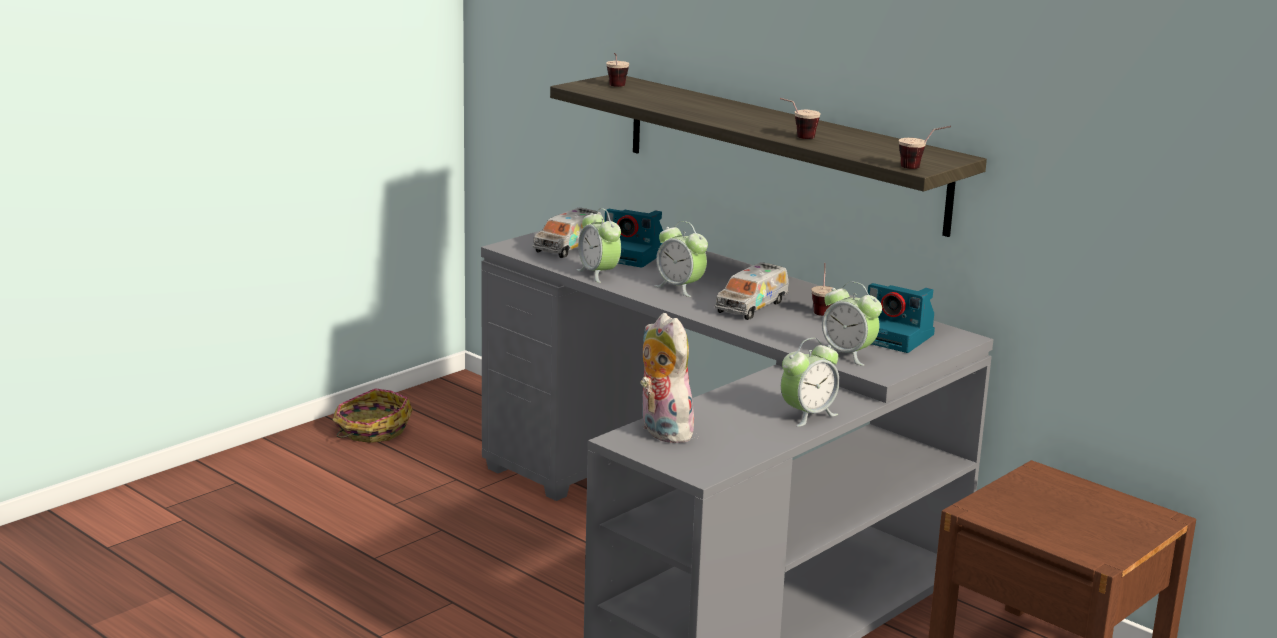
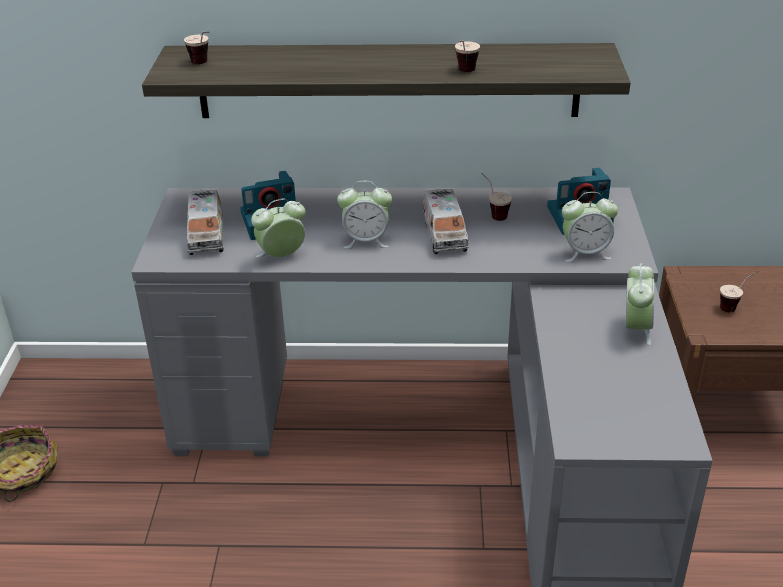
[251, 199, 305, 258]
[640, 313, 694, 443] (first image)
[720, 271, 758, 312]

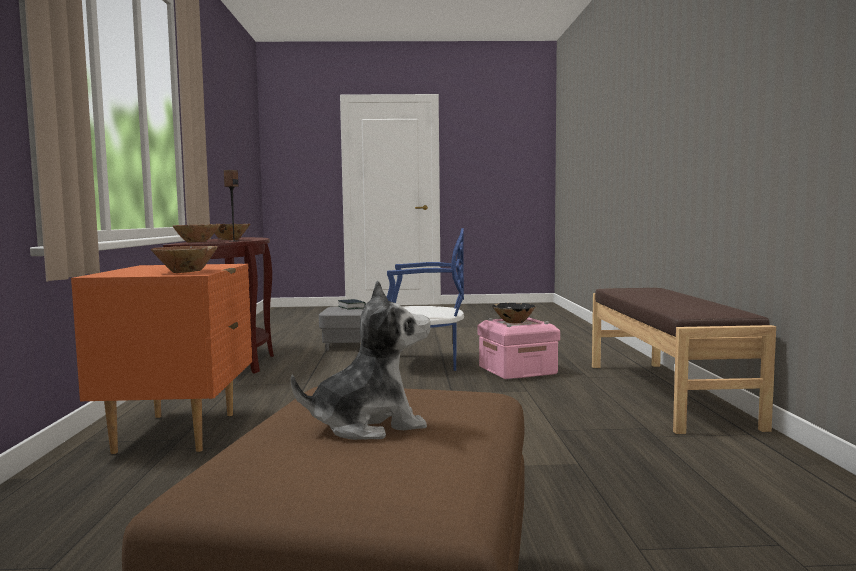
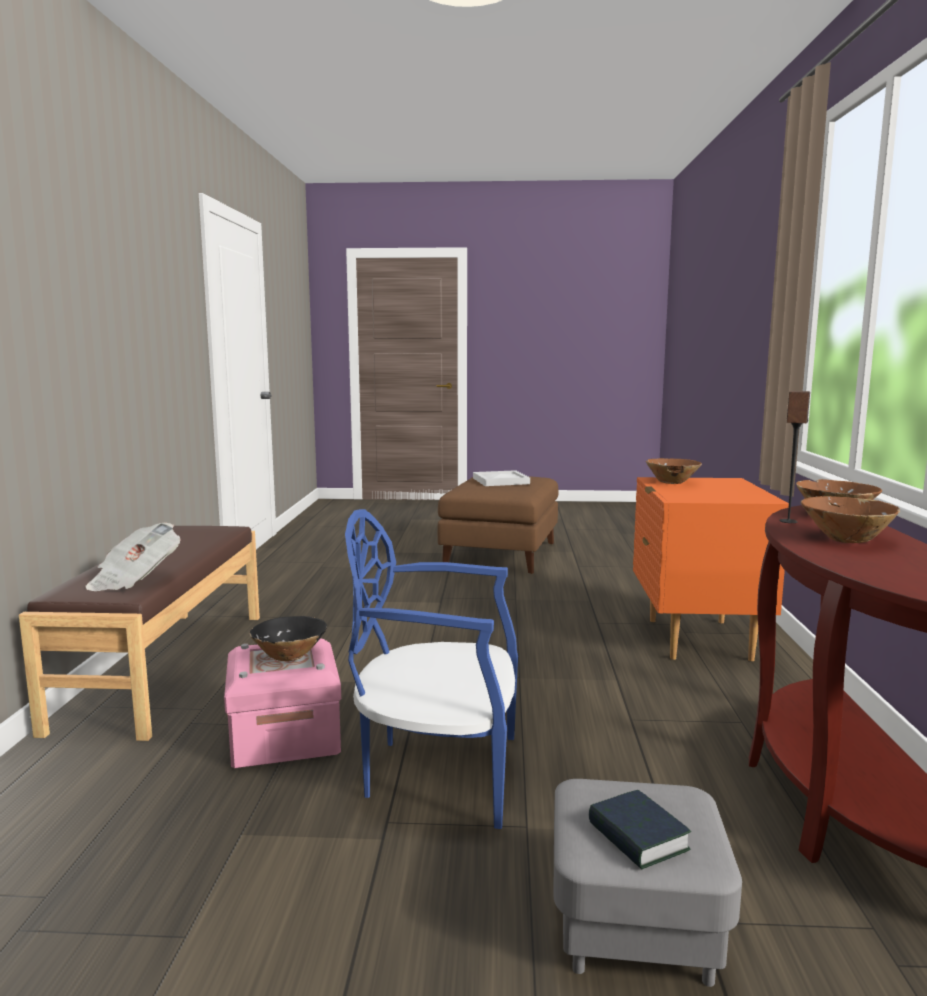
[473, 470, 530, 486]
[85, 523, 181, 591]

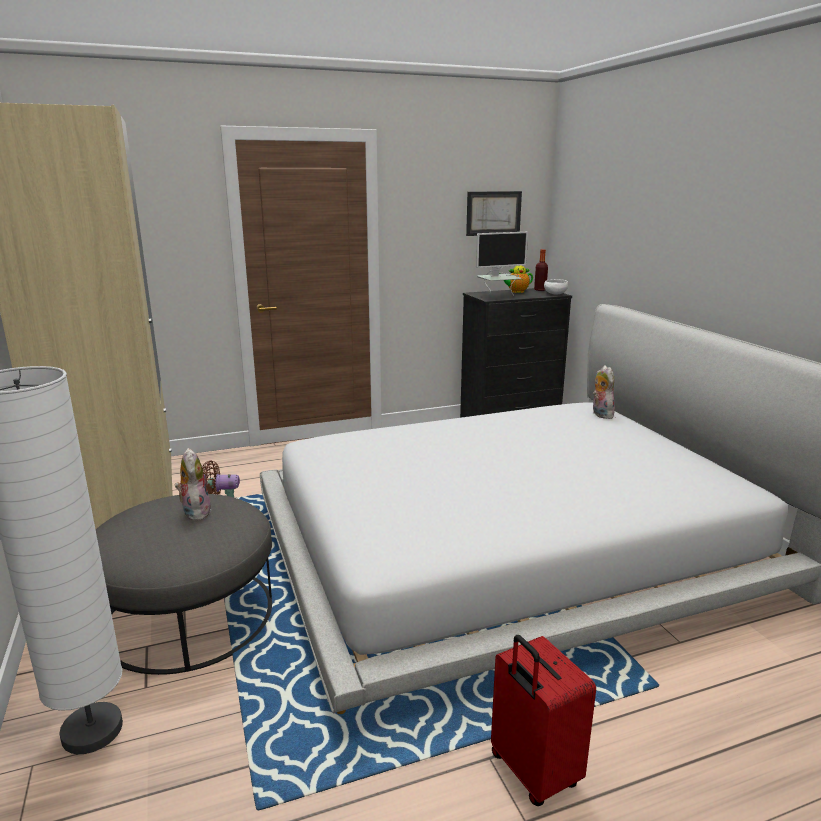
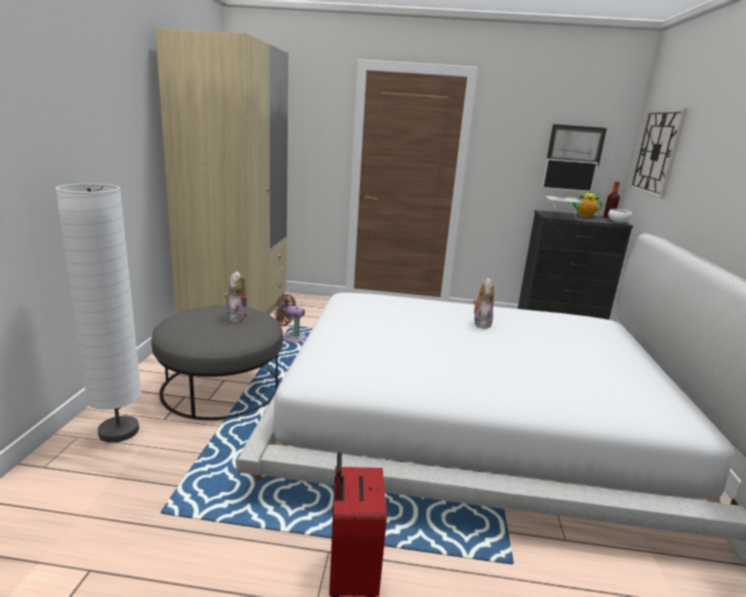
[473, 278, 494, 329]
[629, 108, 688, 199]

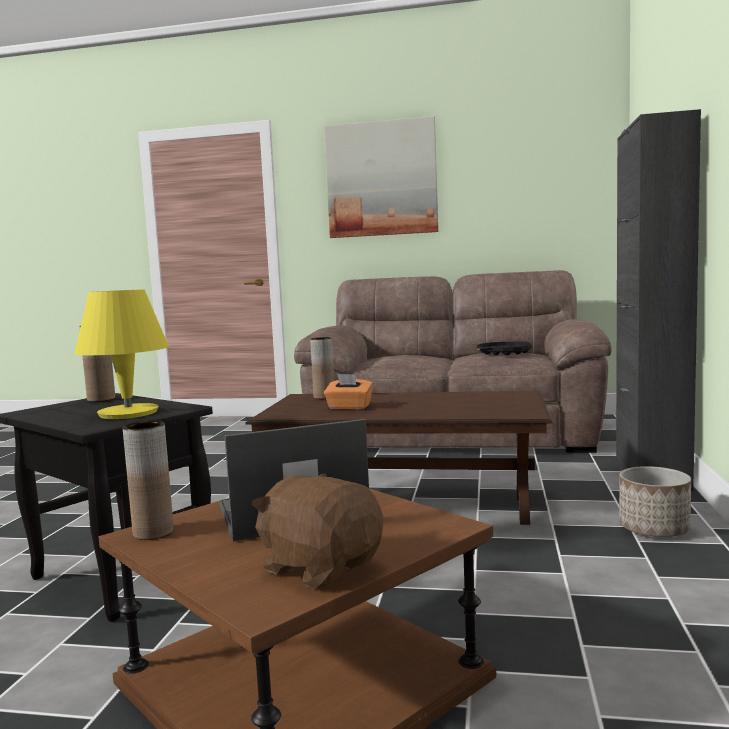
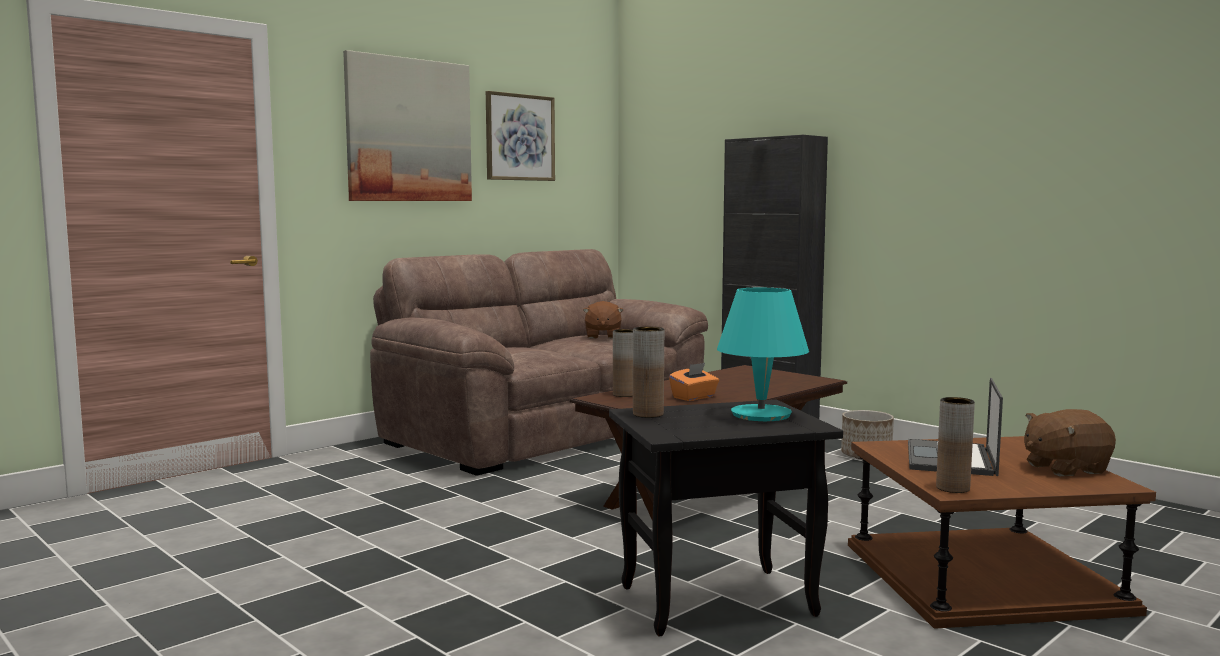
[717, 288, 809, 421]
[583, 301, 623, 339]
[486, 91, 555, 181]

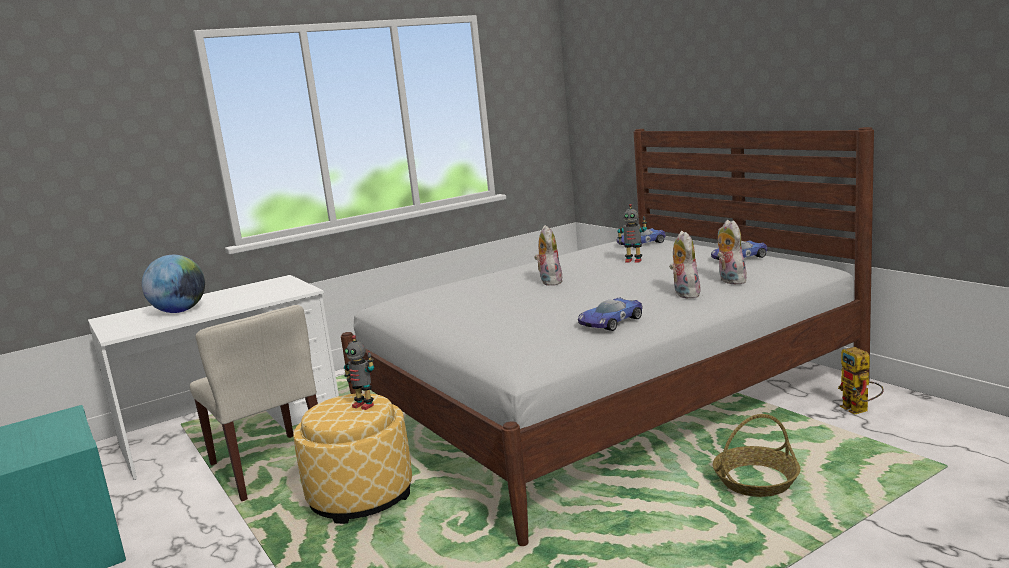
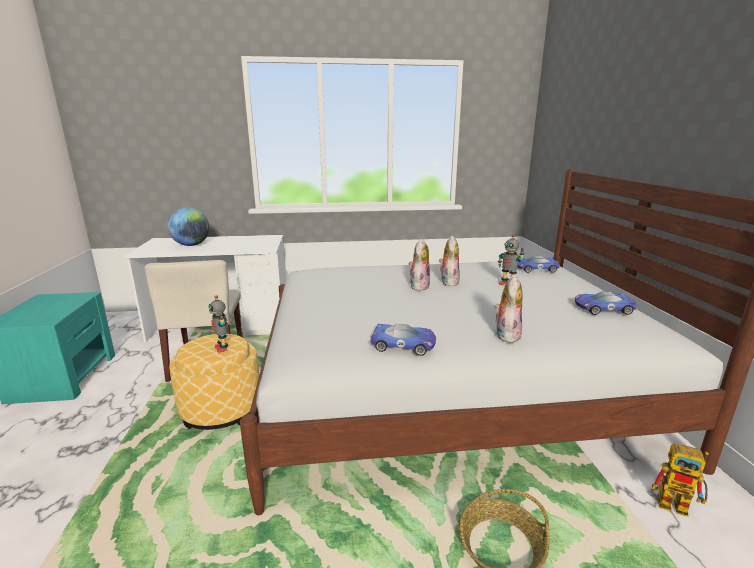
[370, 324, 436, 356]
[439, 236, 460, 286]
[652, 443, 709, 517]

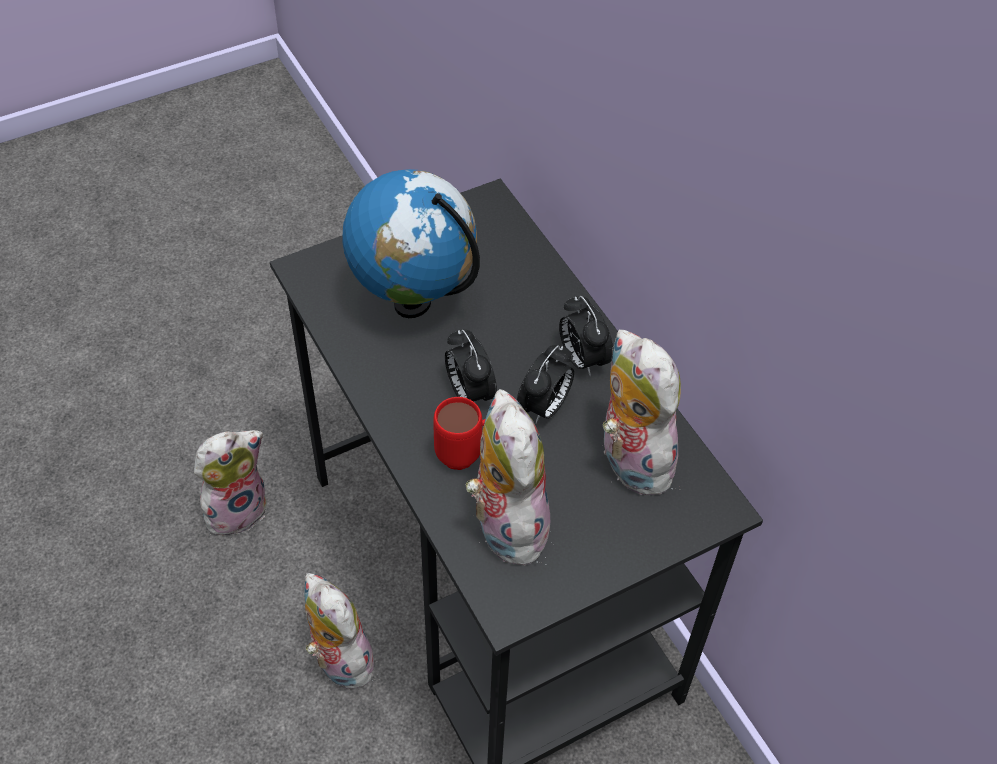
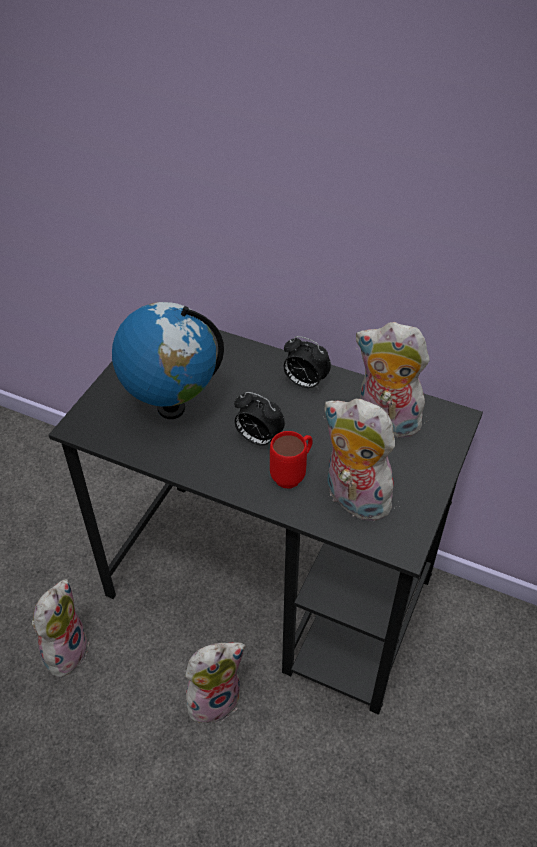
[185, 642, 246, 723]
[517, 345, 574, 423] (first image)

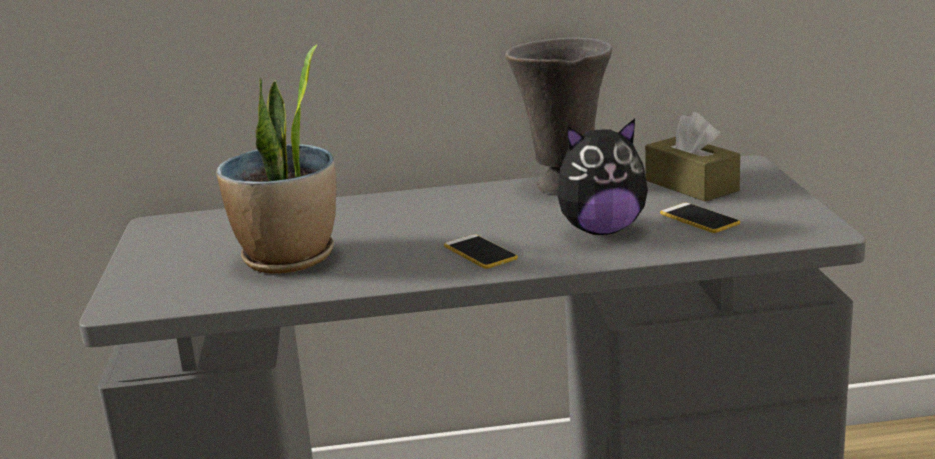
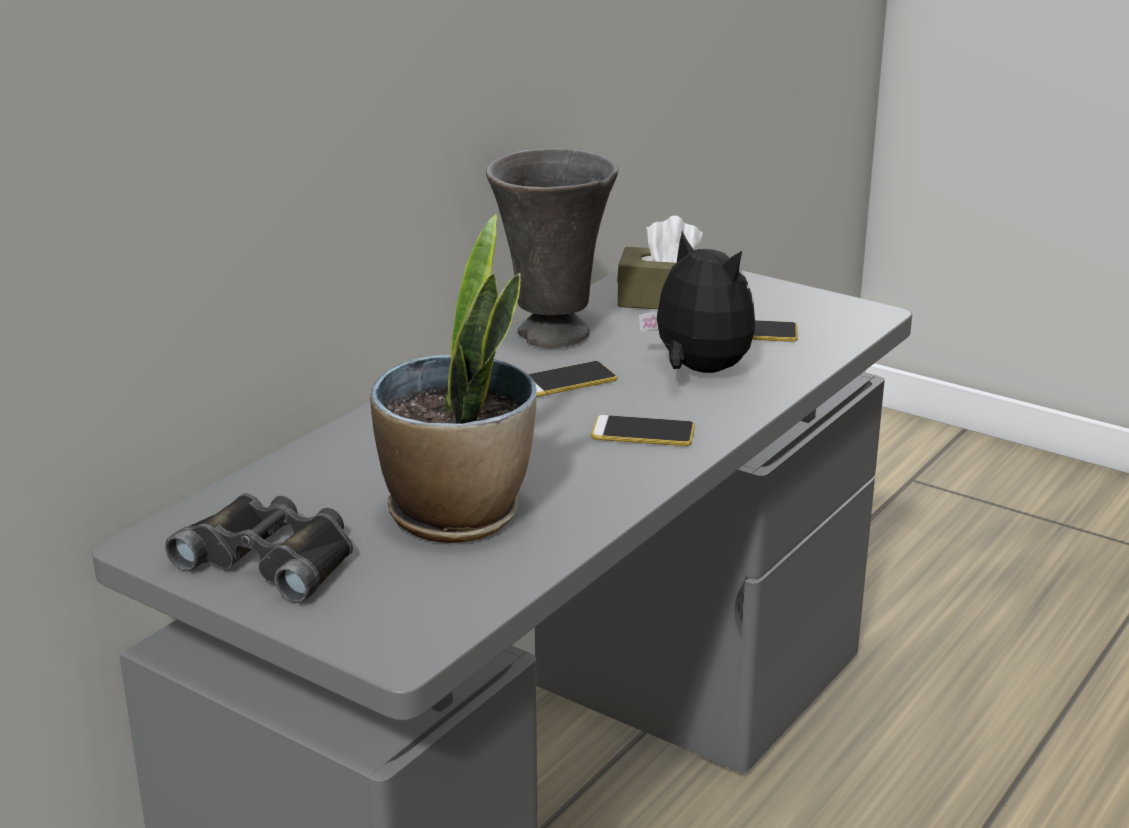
[639, 231, 755, 373]
[165, 493, 353, 603]
[528, 361, 617, 397]

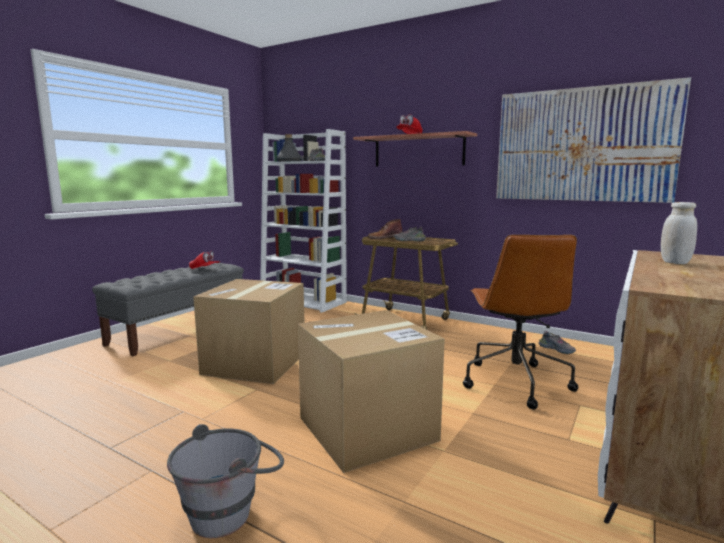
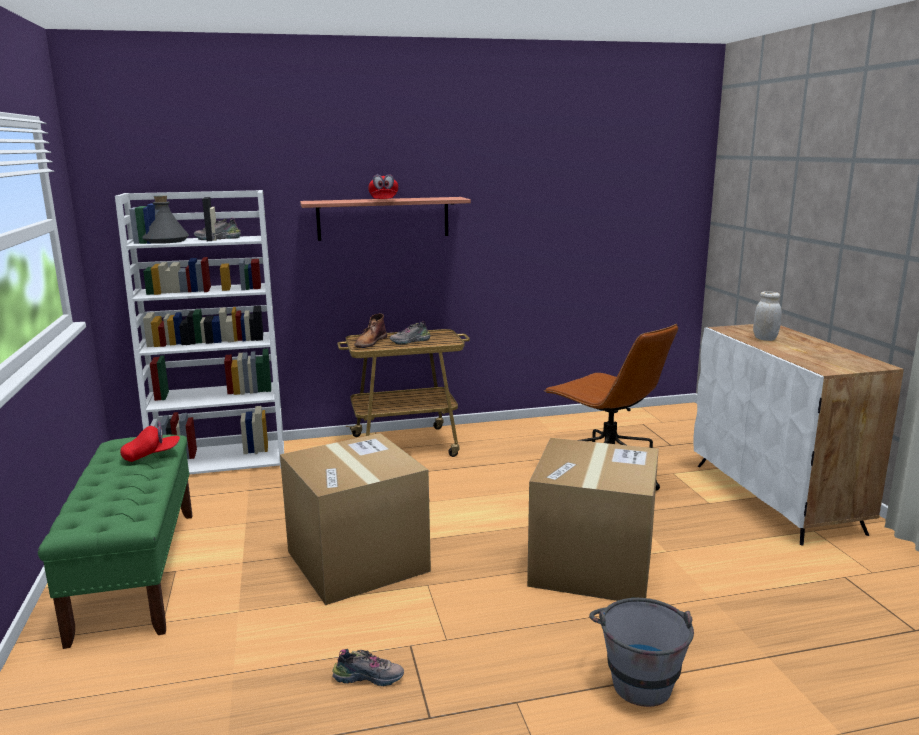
[38, 435, 192, 649]
[496, 77, 691, 203] (first image)
[332, 649, 404, 686]

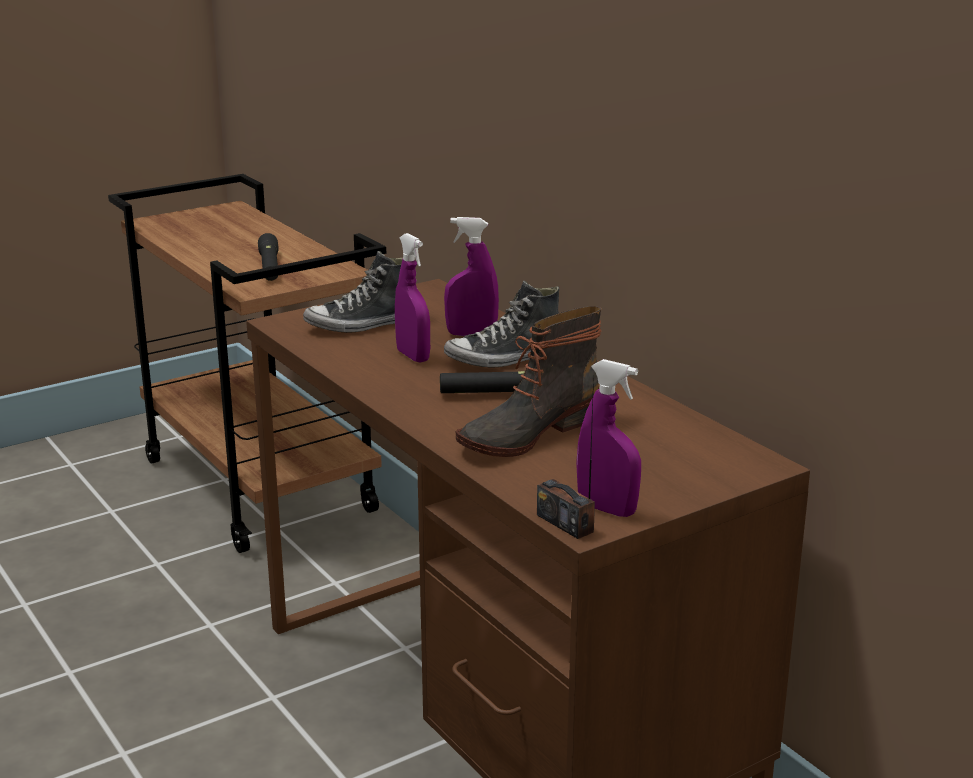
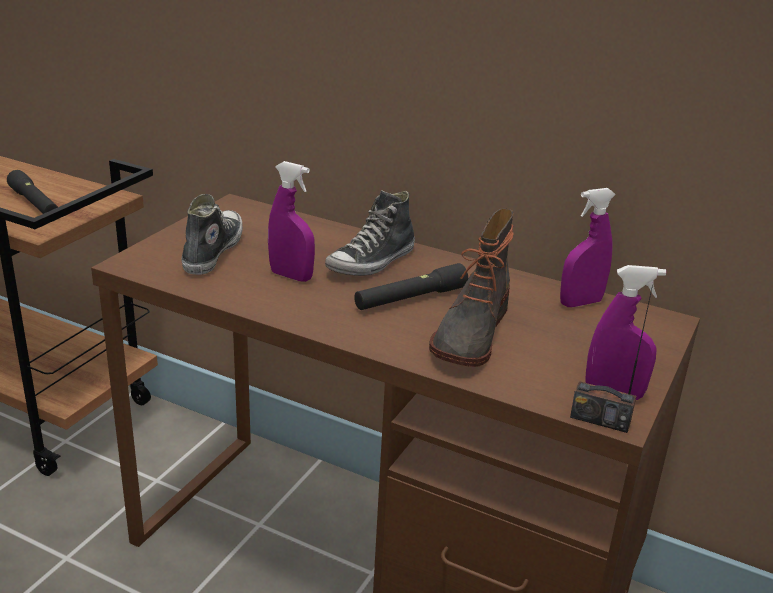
[181, 194, 243, 275]
[560, 188, 616, 307]

